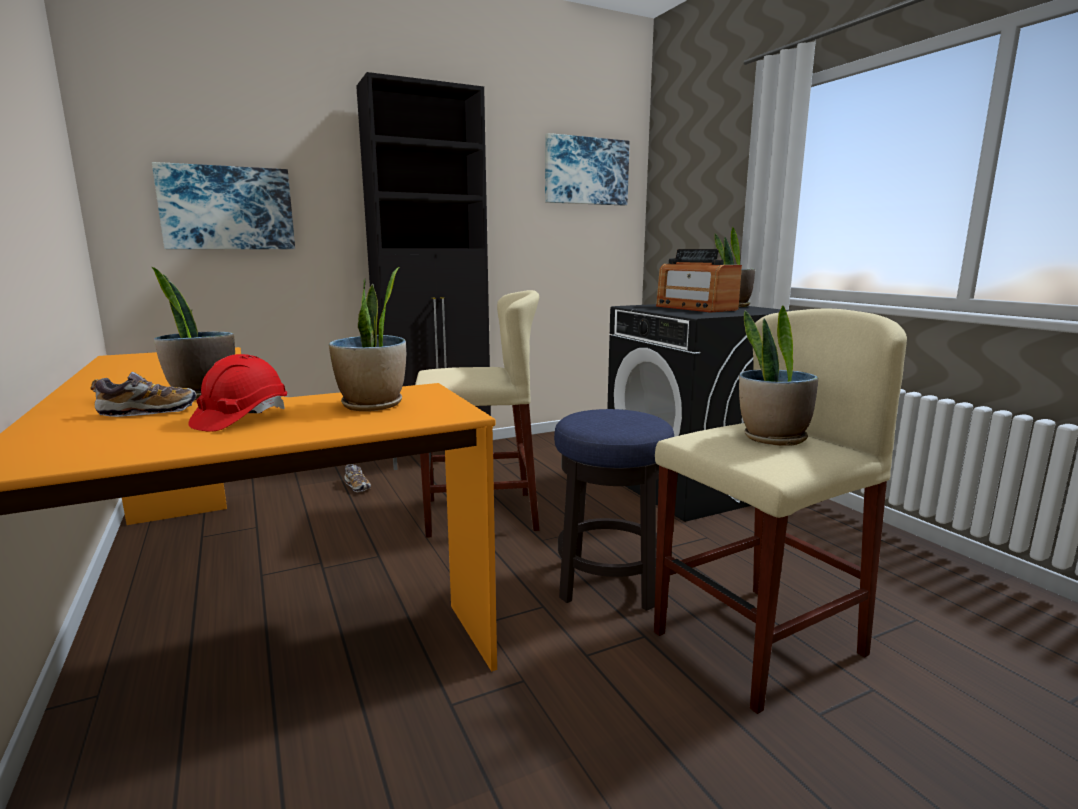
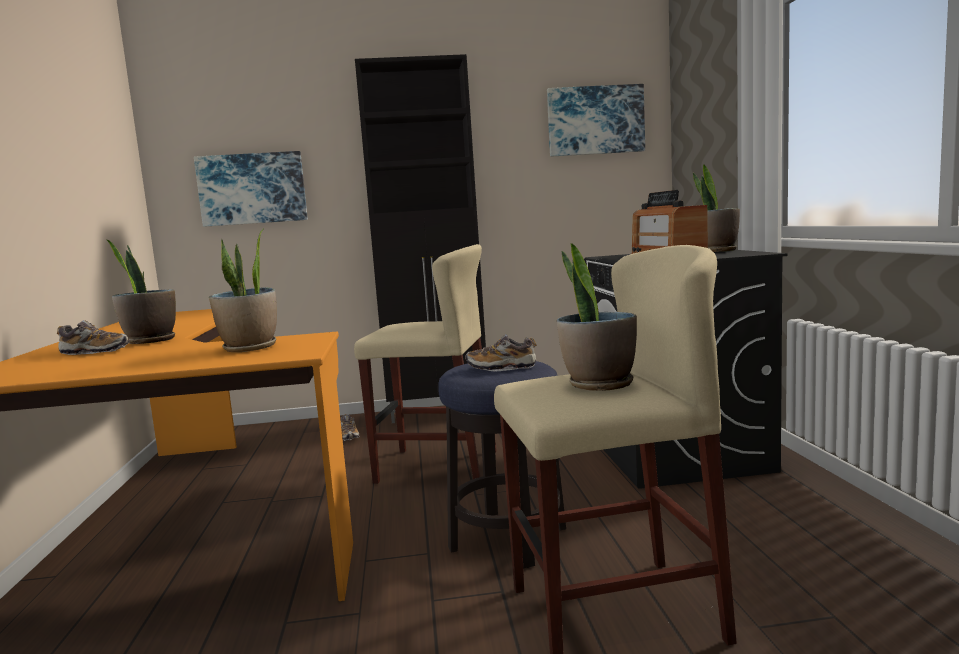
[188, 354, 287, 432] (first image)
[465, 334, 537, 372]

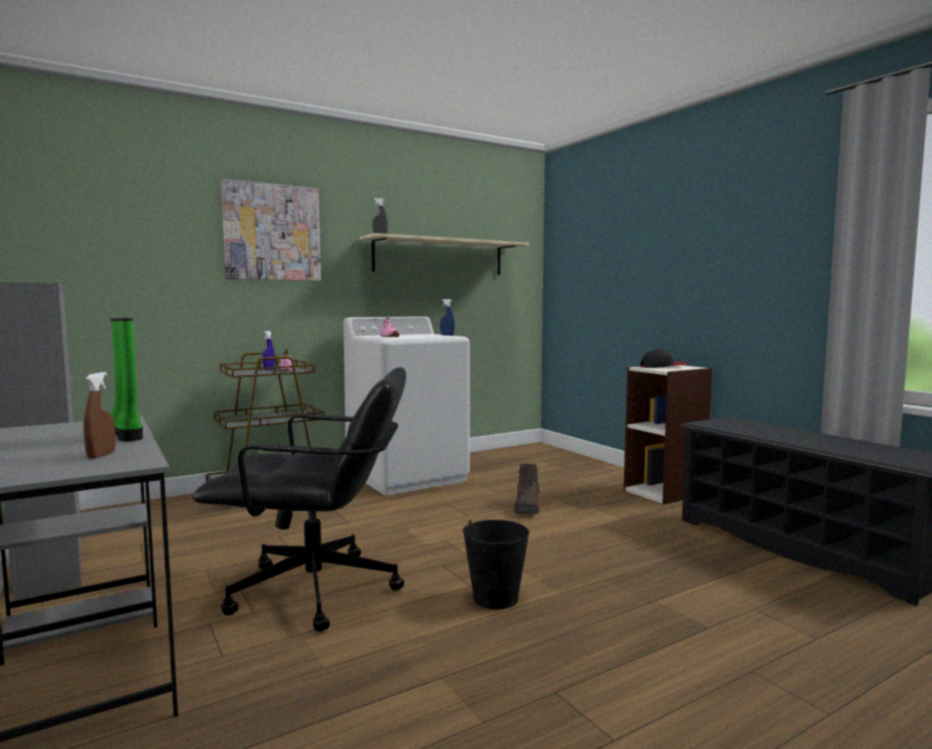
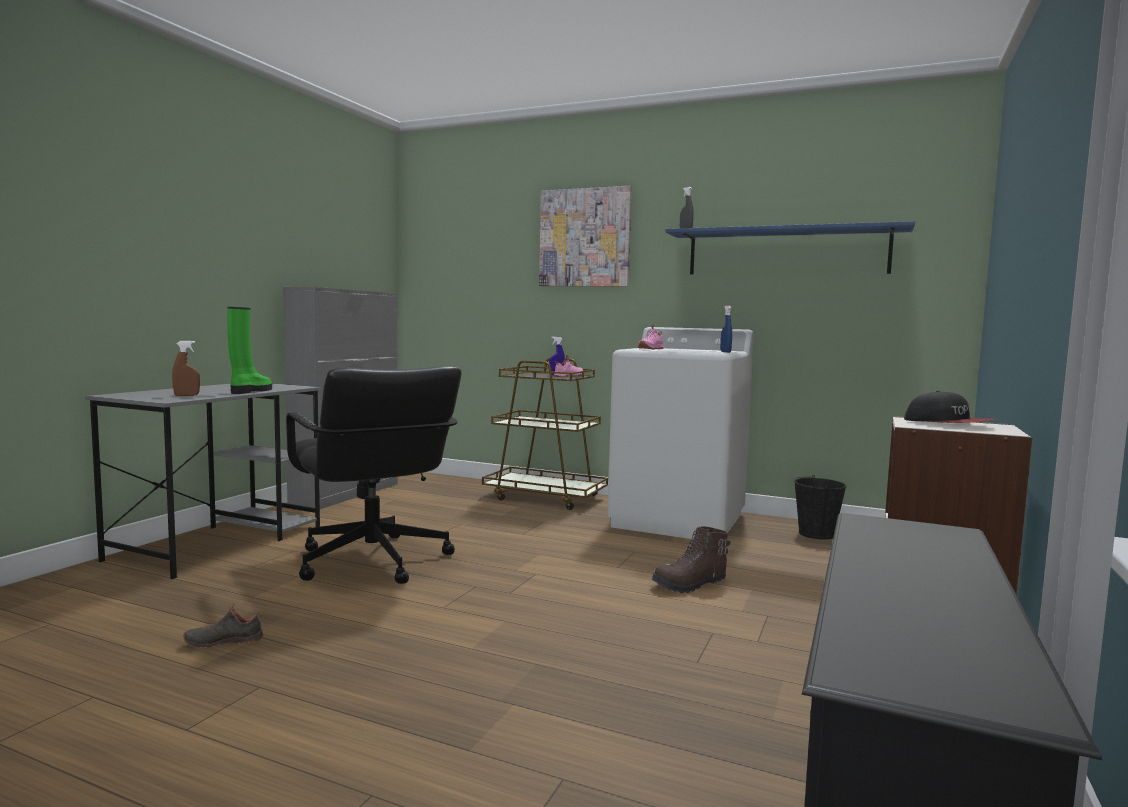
[666, 221, 915, 275]
[794, 475, 846, 540]
[183, 603, 263, 648]

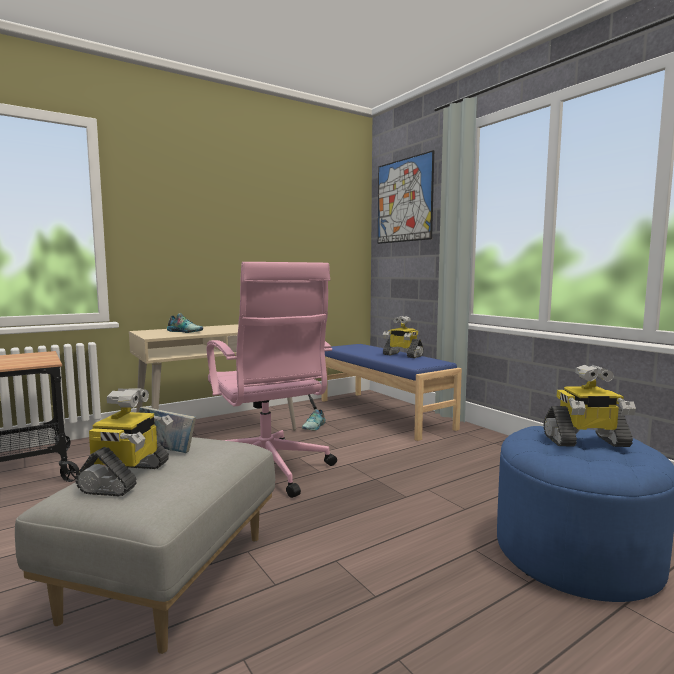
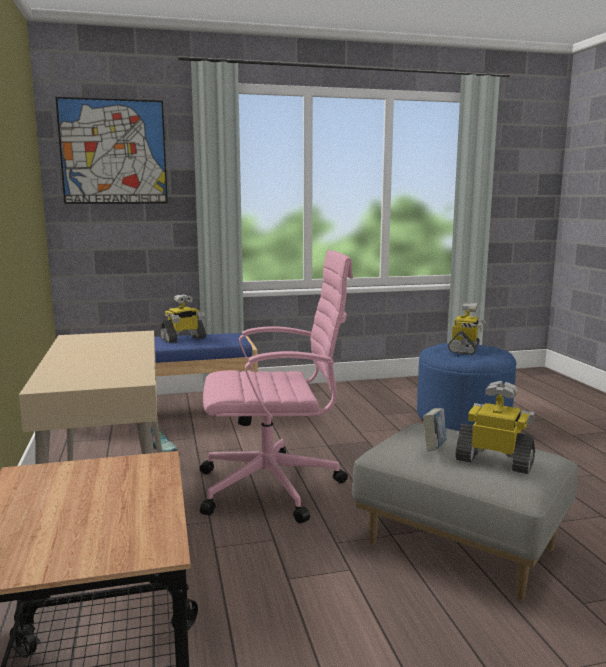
[167, 313, 203, 333] (first image)

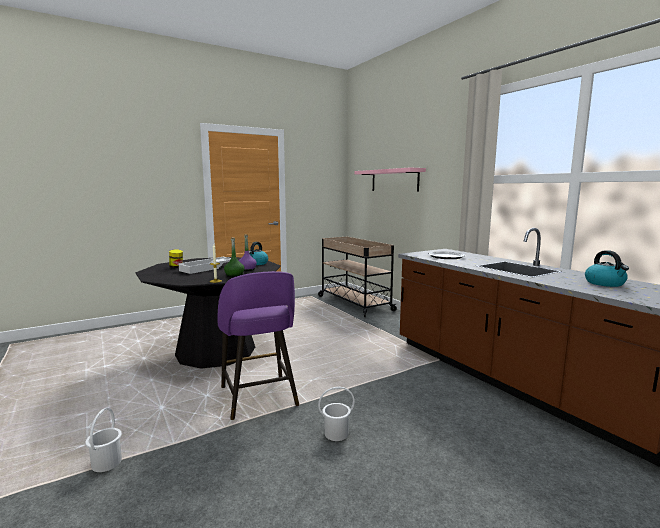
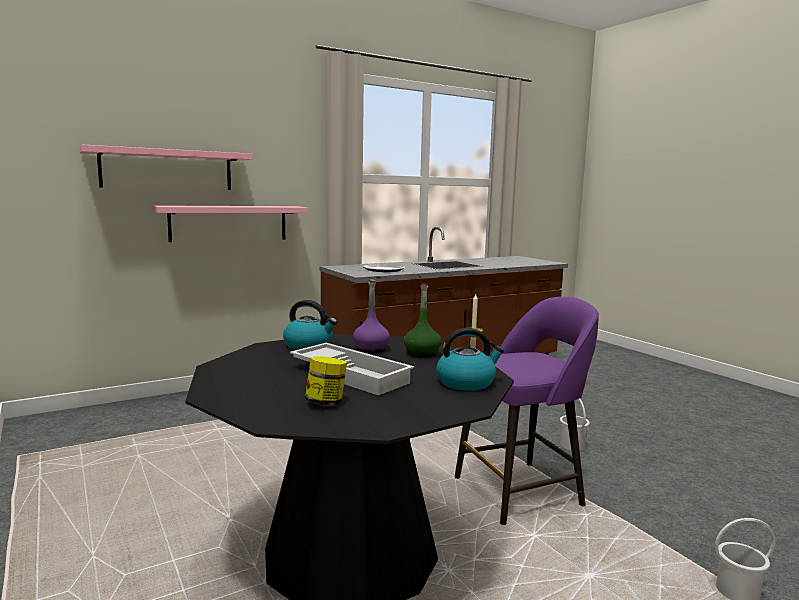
[318, 237, 397, 317] (first image)
[436, 328, 504, 391]
[152, 205, 308, 242]

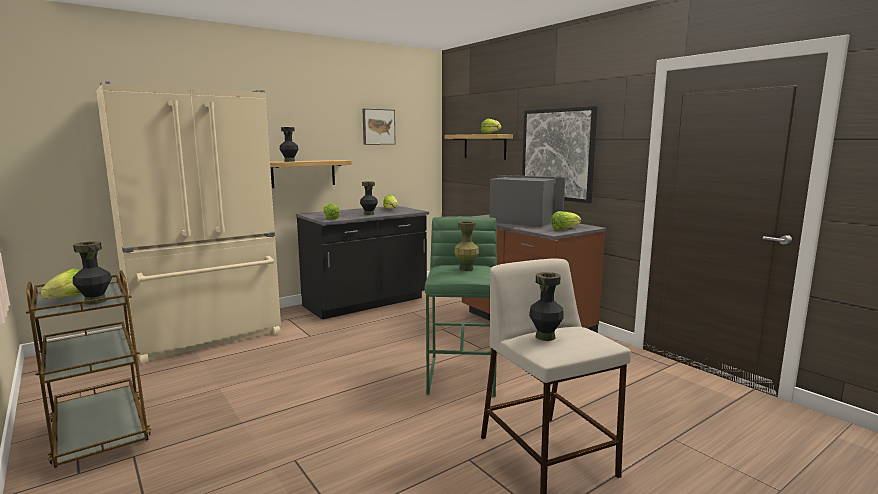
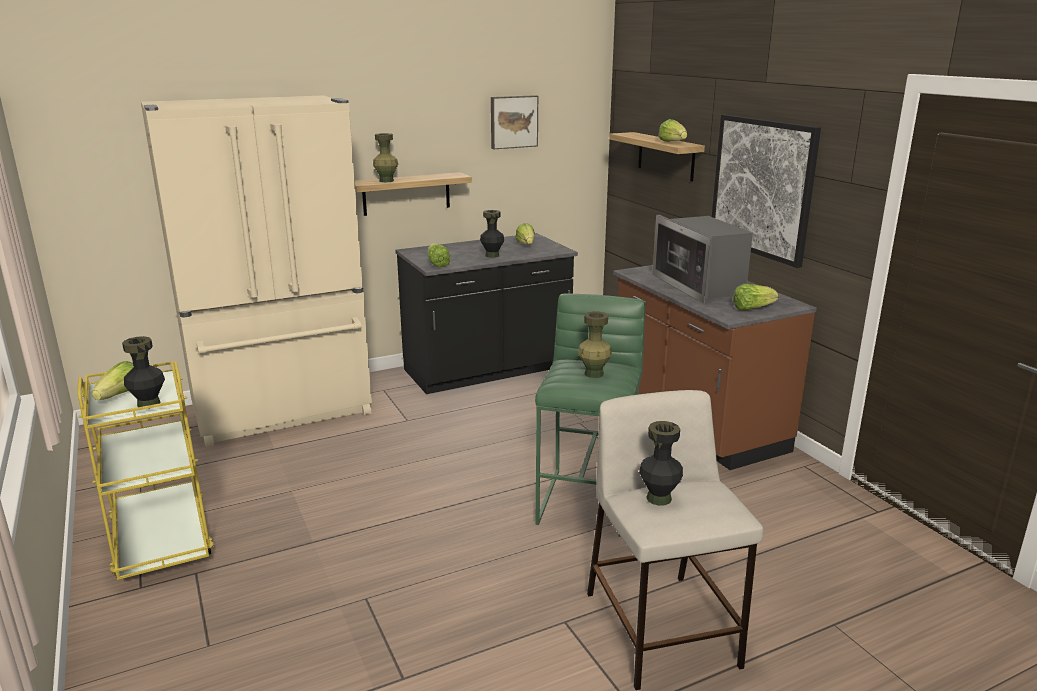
[77, 361, 214, 580]
[373, 133, 398, 182]
[652, 215, 753, 304]

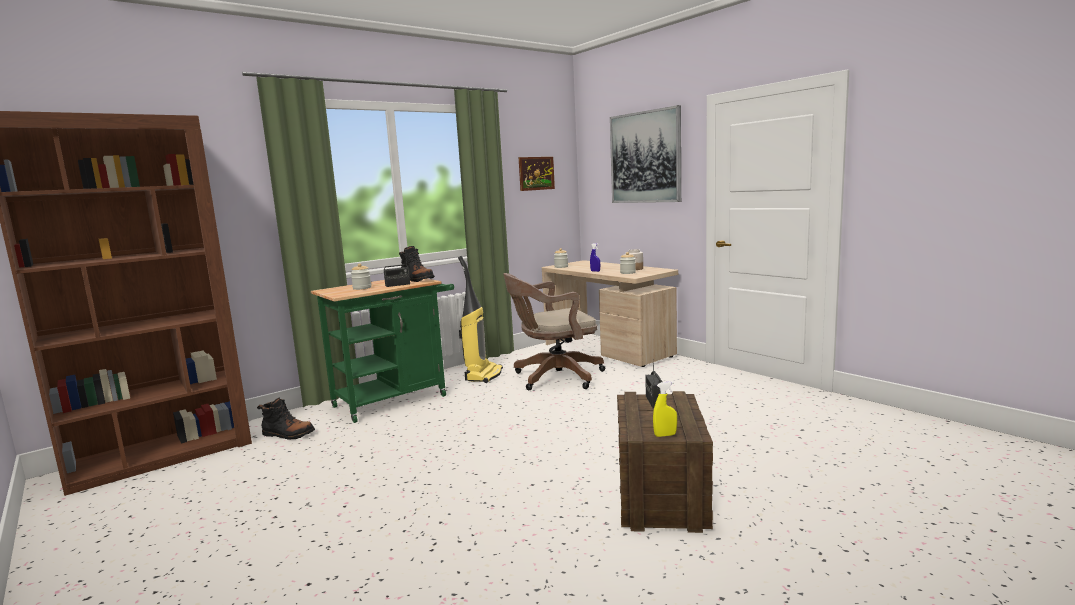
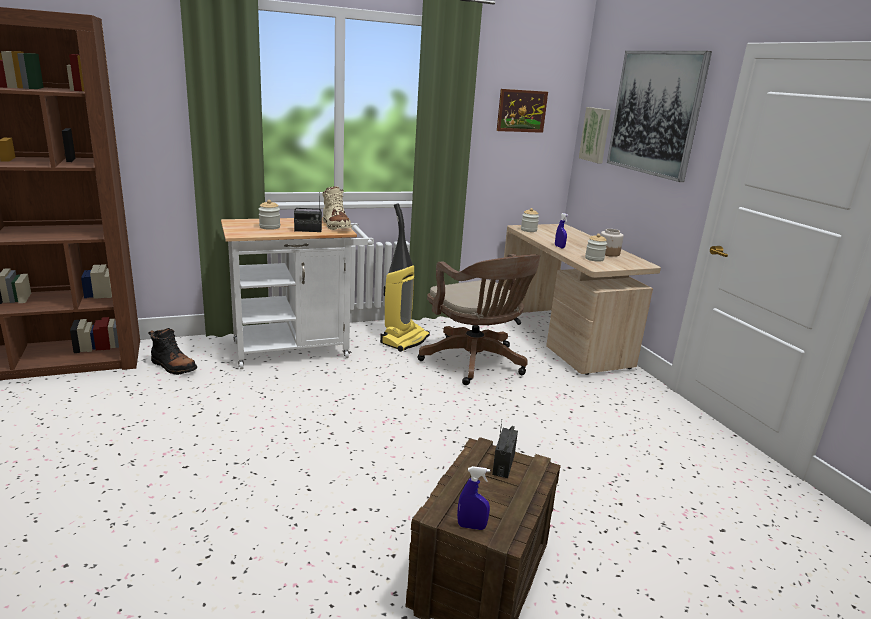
[221, 217, 374, 369]
[322, 186, 352, 230]
[418, 254, 540, 385]
[457, 466, 490, 530]
[579, 107, 611, 163]

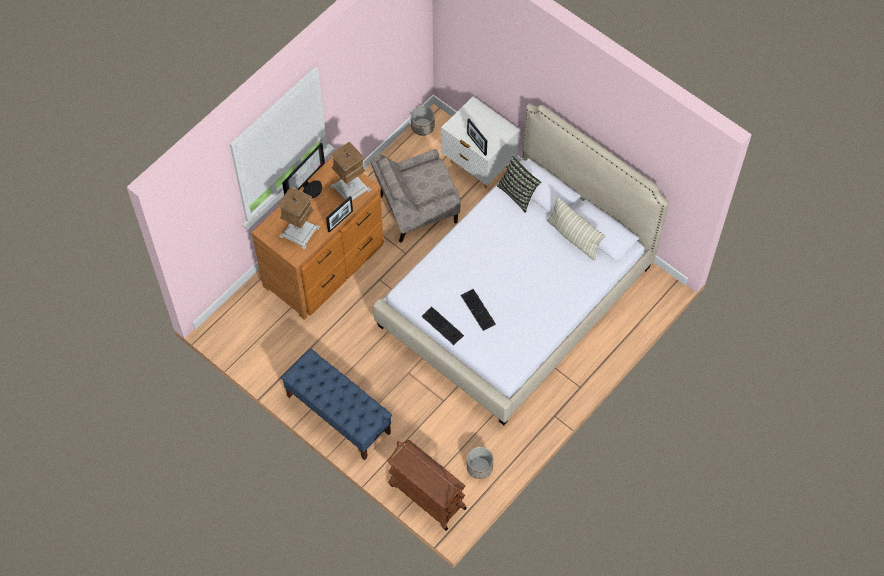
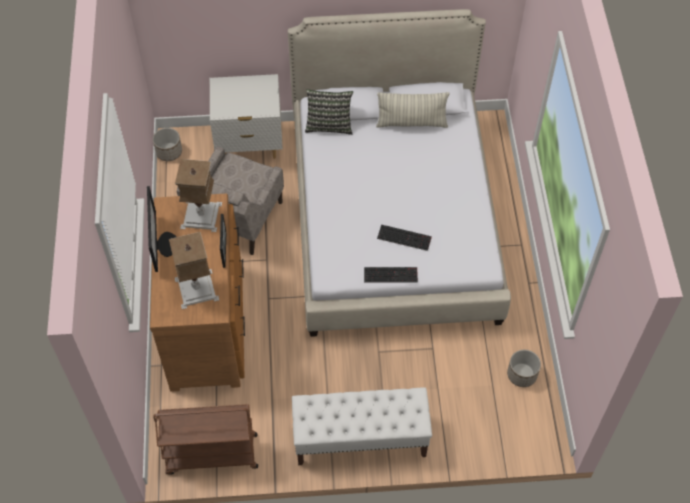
[292, 387, 432, 465]
[153, 404, 258, 475]
[467, 119, 487, 156] (first image)

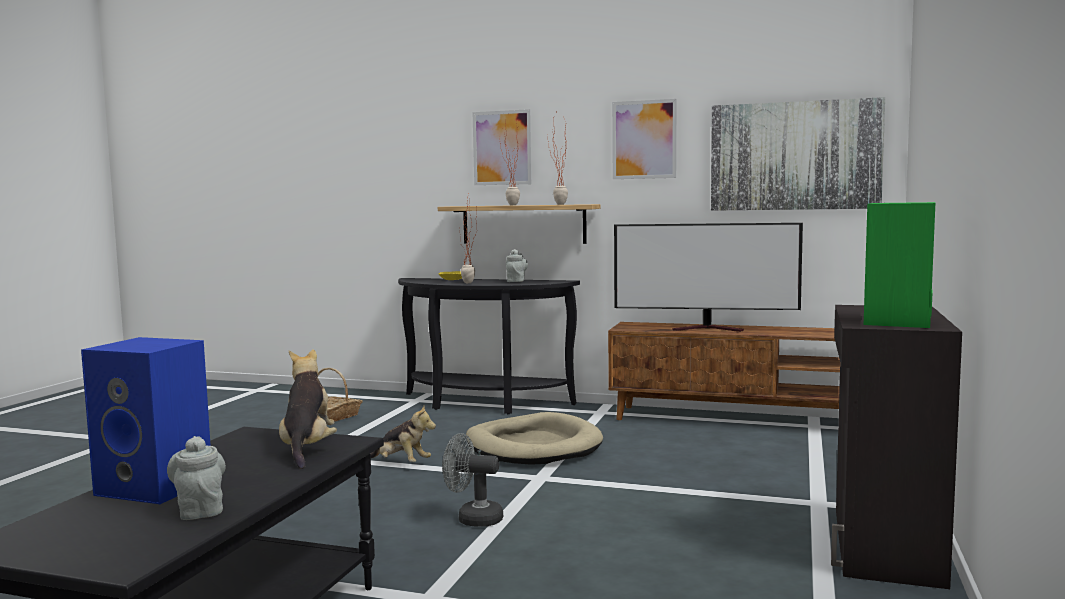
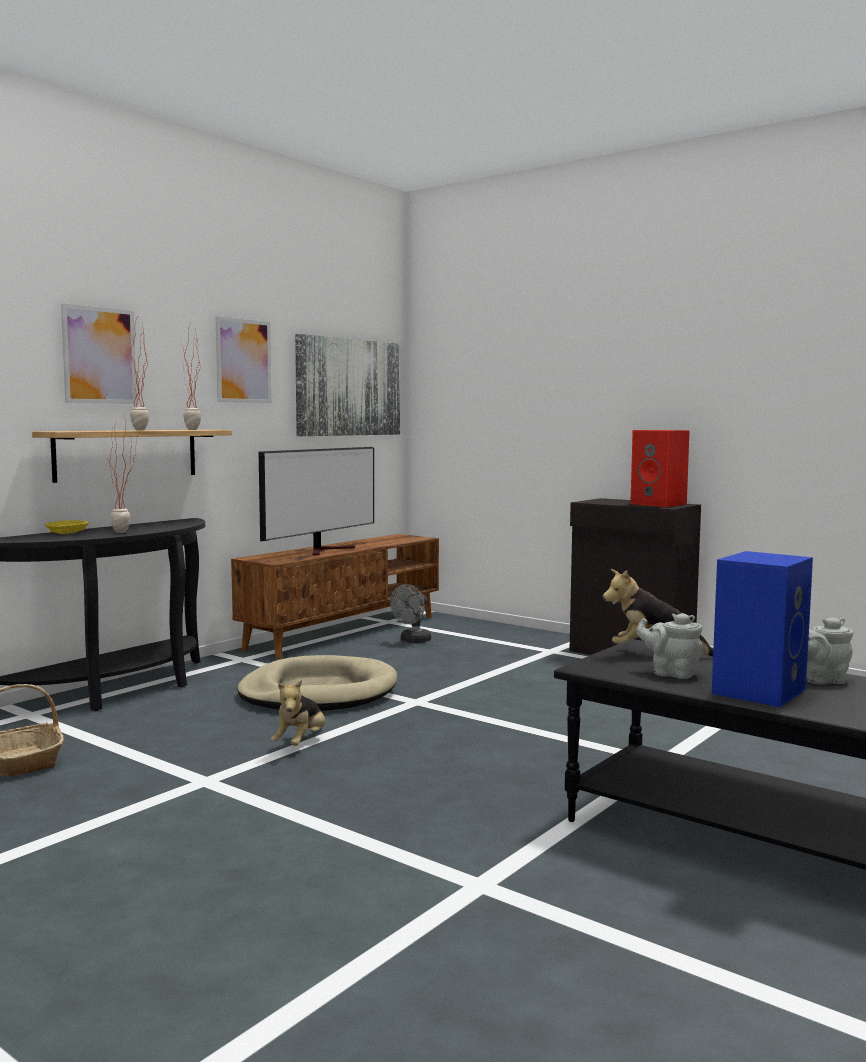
[271, 680, 325, 746]
[390, 584, 431, 643]
[636, 613, 703, 679]
[630, 430, 690, 507]

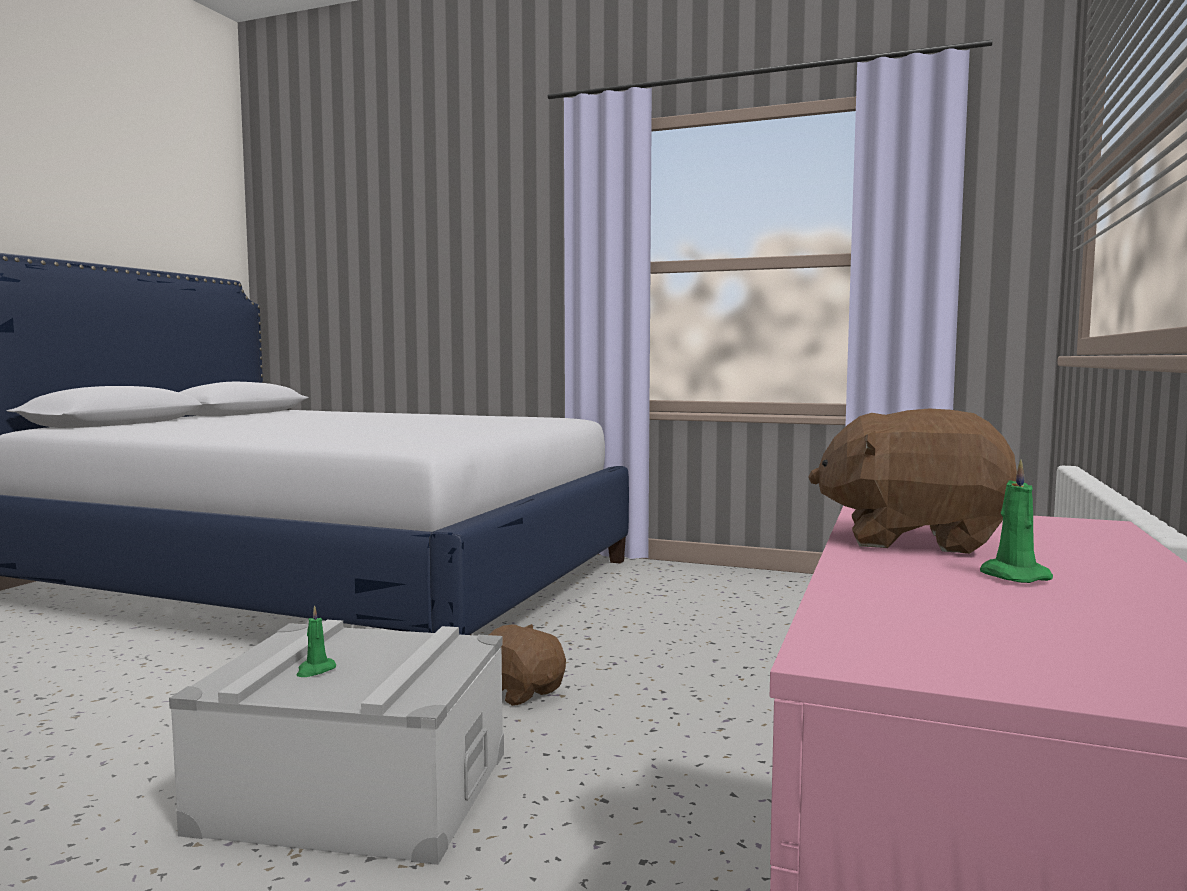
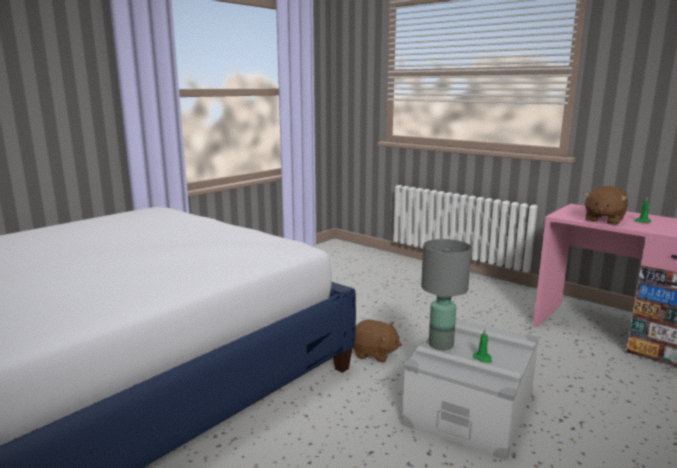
[353, 319, 402, 363]
[421, 239, 471, 350]

